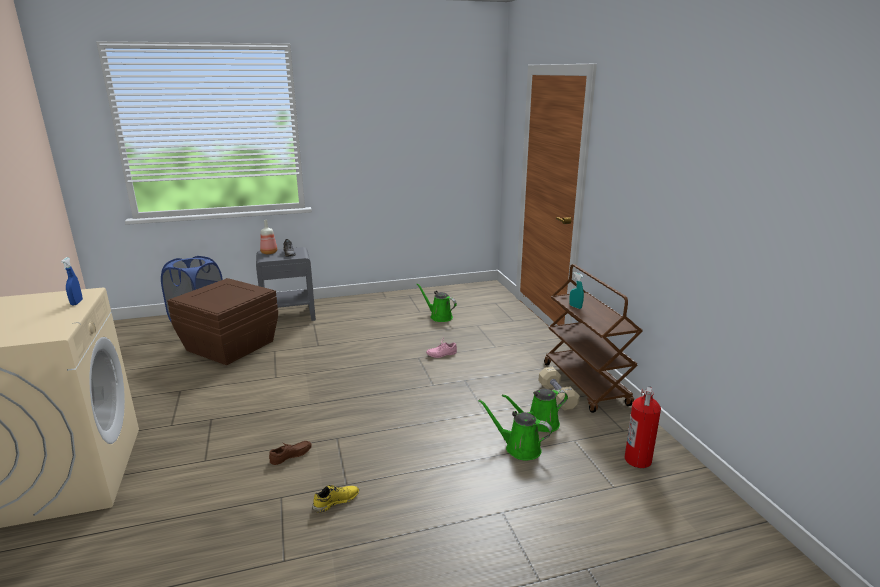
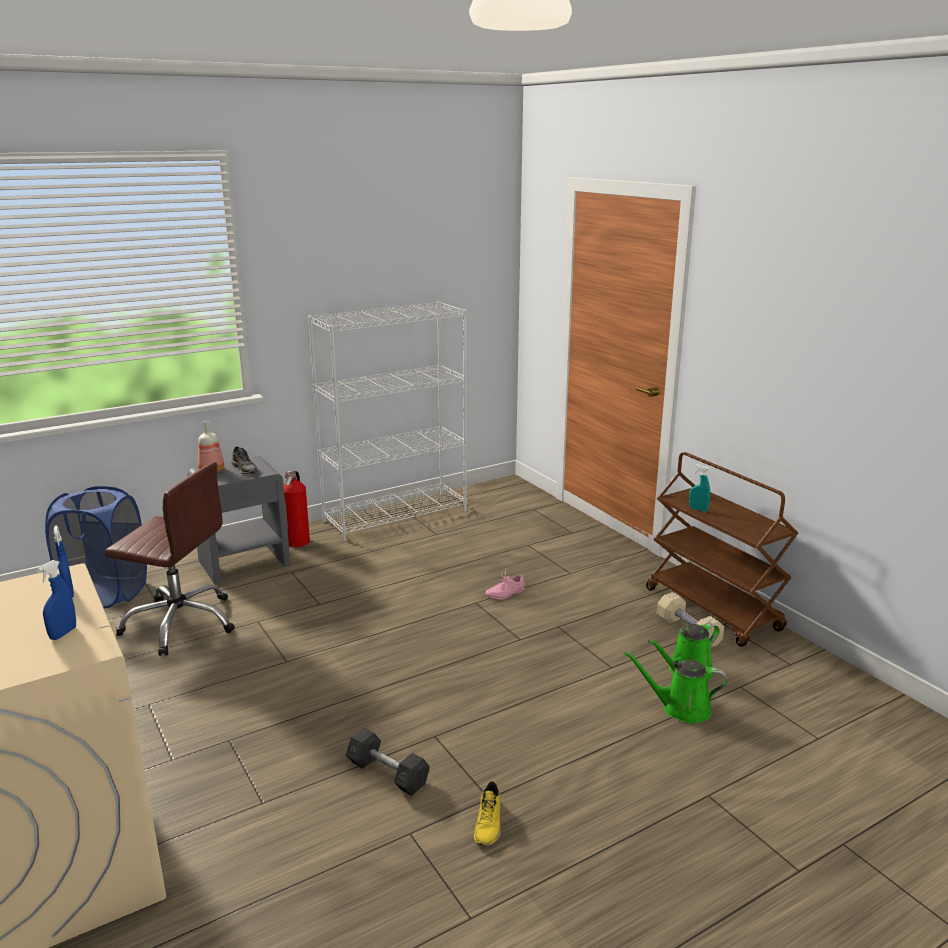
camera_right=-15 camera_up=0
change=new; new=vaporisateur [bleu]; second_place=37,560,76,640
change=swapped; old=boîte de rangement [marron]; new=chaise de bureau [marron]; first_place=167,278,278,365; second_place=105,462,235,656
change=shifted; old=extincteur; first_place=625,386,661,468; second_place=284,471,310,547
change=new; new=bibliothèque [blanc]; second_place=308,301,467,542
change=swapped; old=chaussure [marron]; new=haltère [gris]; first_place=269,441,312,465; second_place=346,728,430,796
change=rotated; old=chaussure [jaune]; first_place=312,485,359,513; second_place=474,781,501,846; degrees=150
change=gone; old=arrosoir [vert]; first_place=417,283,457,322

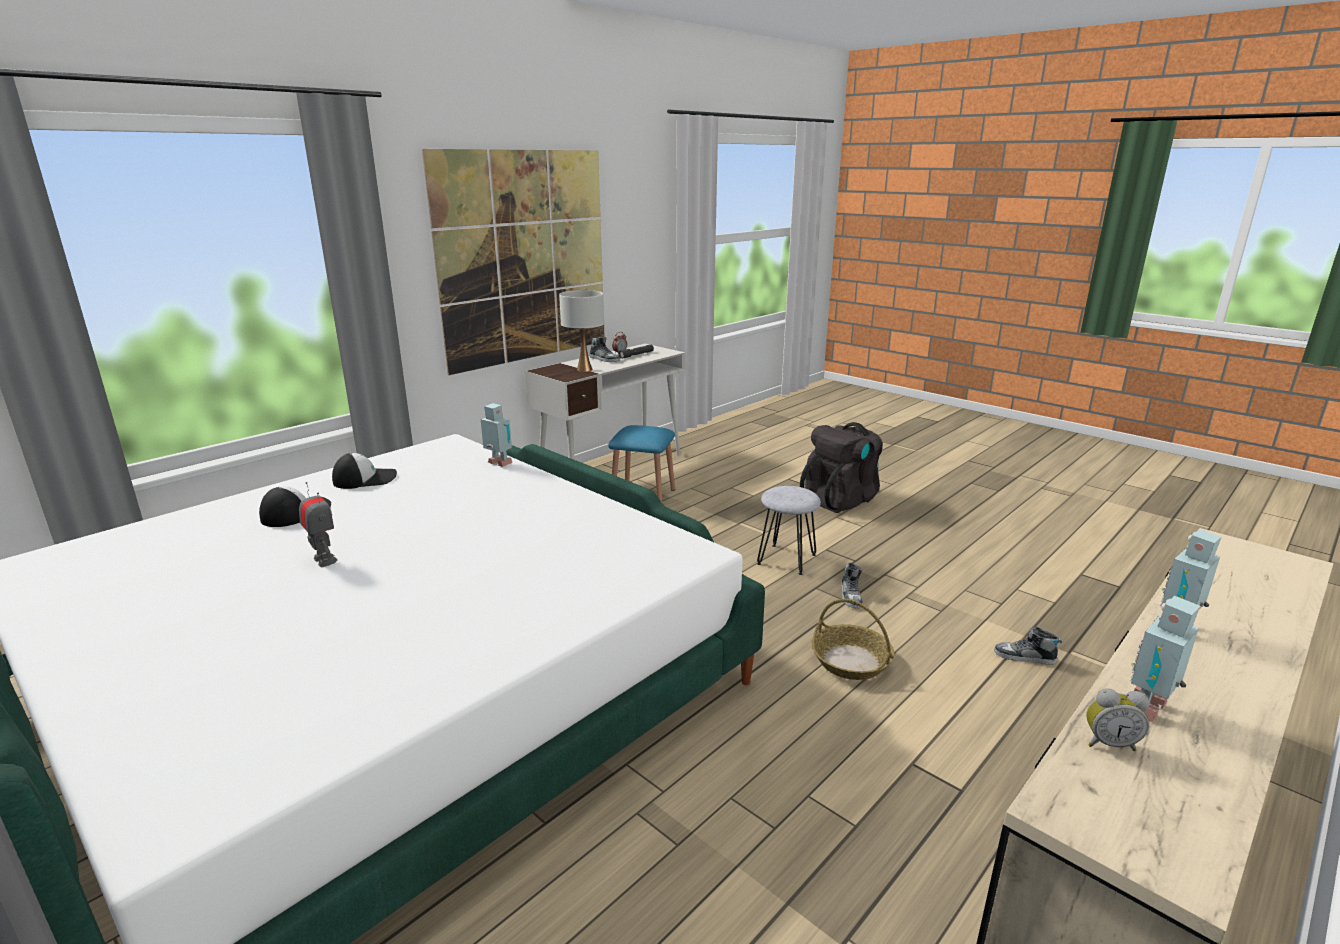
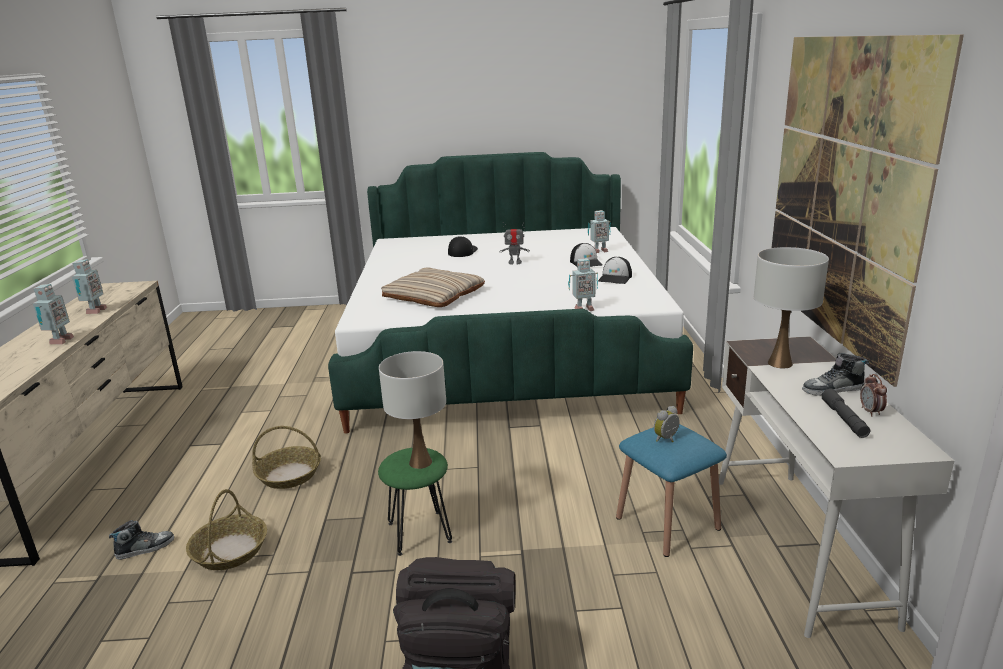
camera_right=135 camera_up=0
change=new; new=panier; second_place=186,489,267,570
change=repainted; old=tabouret [gris]; new=tabouret [vert]; first_place=757,486,821,575; second_place=378,448,452,556
change=new; new=lampe de table [blanc]; second_place=379,351,446,469
change=new; new=coussin [beige]; second_place=381,268,485,307
change=new; new=casquette; second_place=448,236,478,257
change=new; new=robot jouet; second_place=588,210,611,253
change=shifted; old=réveil; first_place=1086,688,1149,751; second_place=654,406,680,442
change=gone; old=chaussure; first_place=841,563,863,608

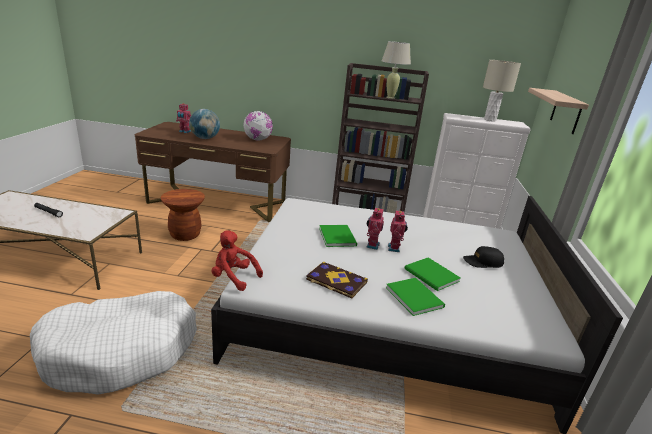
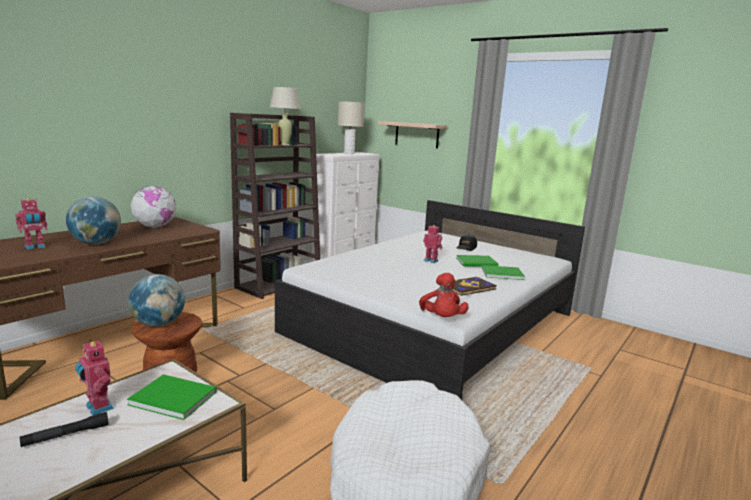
camera_right=-60 camera_up=-10
change=shifted; old=robot jouet; first_place=367,208,384,250; second_place=75,340,114,416
change=shifted; old=livre [vert]; first_place=319,225,357,247; second_place=127,374,217,420
change=new; new=globe; second_place=128,274,185,327
change=rotated; old=peluche [rouge]; first_place=212,230,263,291; second_place=419,273,469,317; degrees=-60

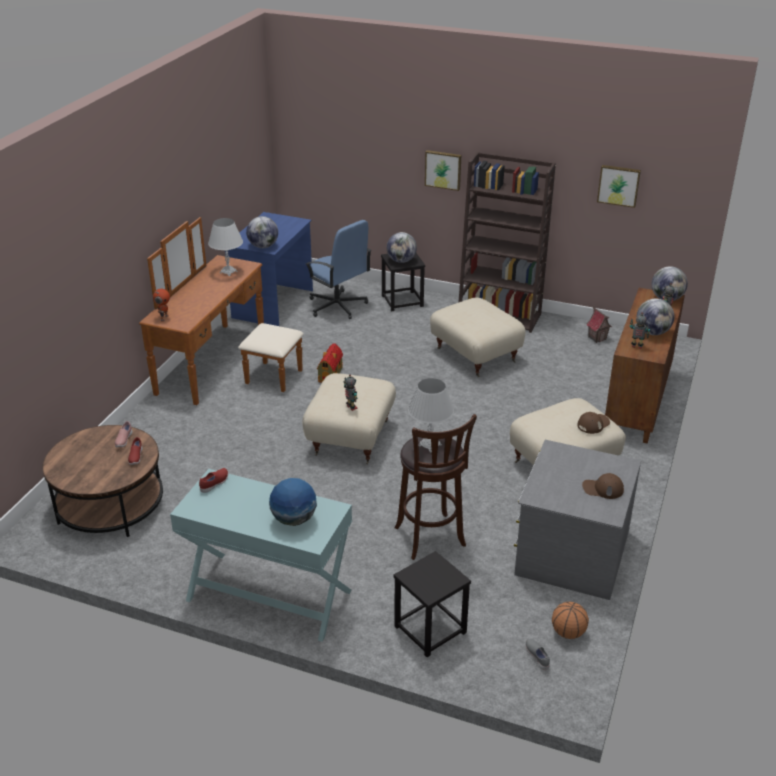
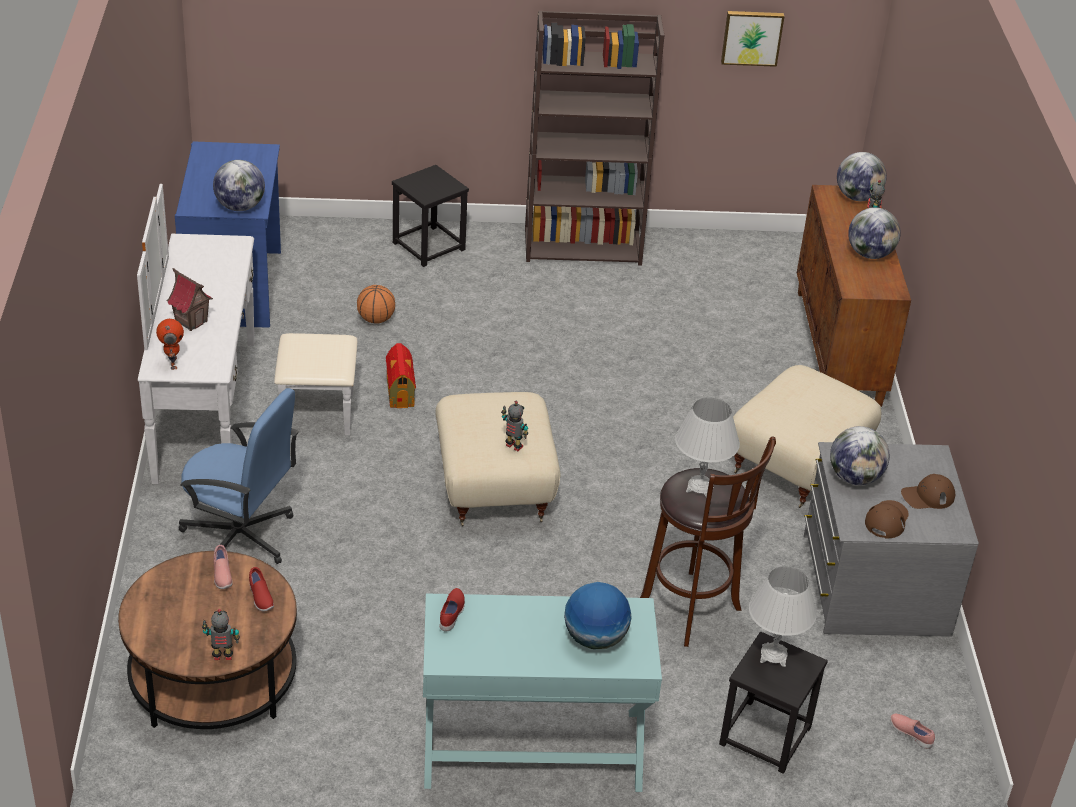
camera_right=-25 camera_up=5
change=repainted; old=commode [marron]; new=commode [blanc]; first_place=139,217,304,405; second_place=137,184,357,484
change=shifted; old=maison miniature; first_place=587,306,612,343; second_place=167,268,213,331
change=shifted; old=chaise de bureau [bleu]; first_place=306,220,372,319; second_place=179,388,299,564
change=shifted; old=robot jouet; first_place=630,312,650,349; second_place=202,609,240,660
change=shifted; old=ballon de basket; first_place=552,602,589,639; second_place=357,285,395,324
change=shifted; old=lampe de table [blanc]; first_place=208,218,243,276; second_place=749,566,816,667
change=shifted; old=globe; first_place=387,232,417,263; second_place=830,426,890,485
change=shifted; old=casquette [marron]; first_place=577,412,610,434; second_place=865,500,909,538
change=repainted; old=chaussure [gris]; new=chaussure [rose]; first_place=526,639,550,670; second_place=890,714,935,749
change=gone; old=tableau; first_place=425,150,461,191
change=gone; old=pouf [beige]; first_place=430,298,525,377

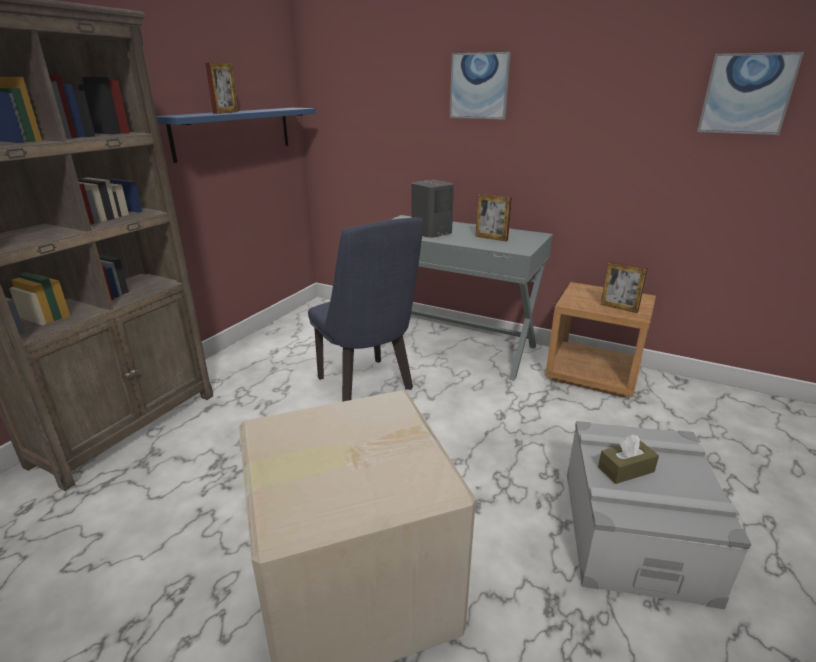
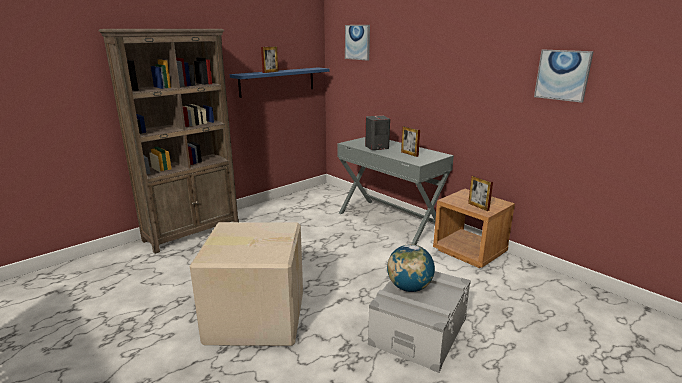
camera_right=20 camera_up=-5
change=shifted; old=tableau; first_place=450,52,511,120; second_place=345,25,370,61
change=swapped; old=boîte à mouchoirs [marron]; new=globe; first_place=598,434,659,484; second_place=387,244,435,292
change=gone; old=chaise [bleu]; first_place=308,217,423,402

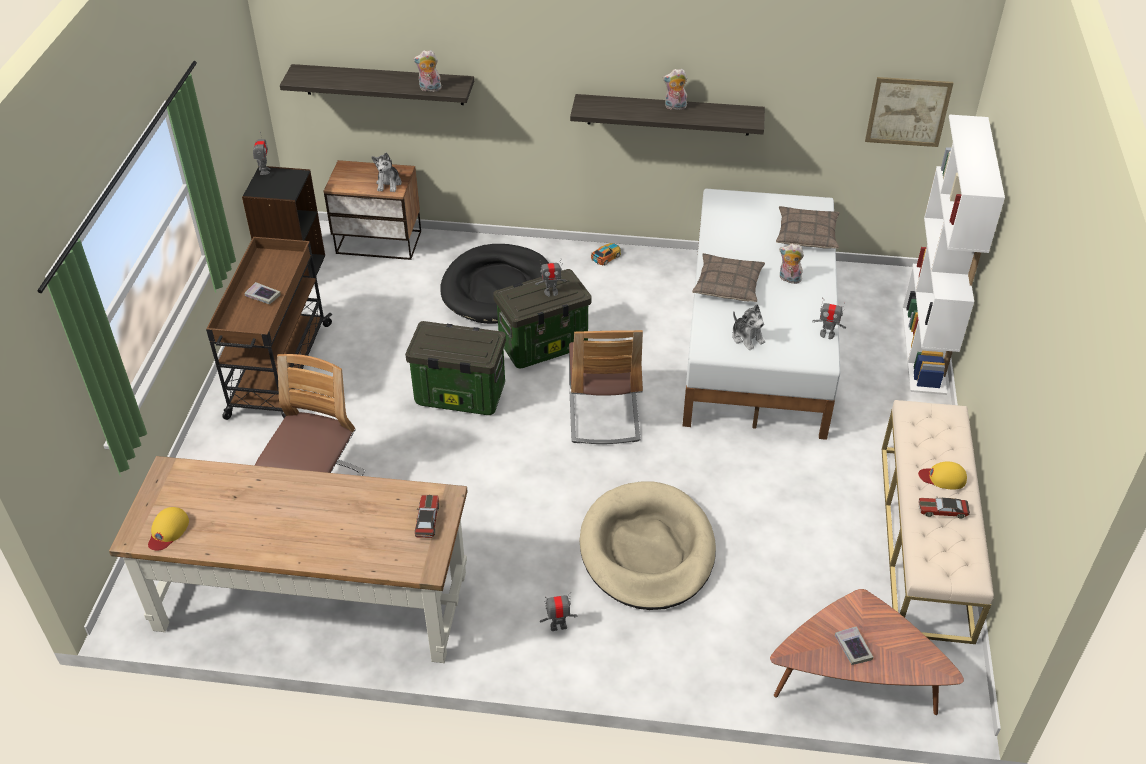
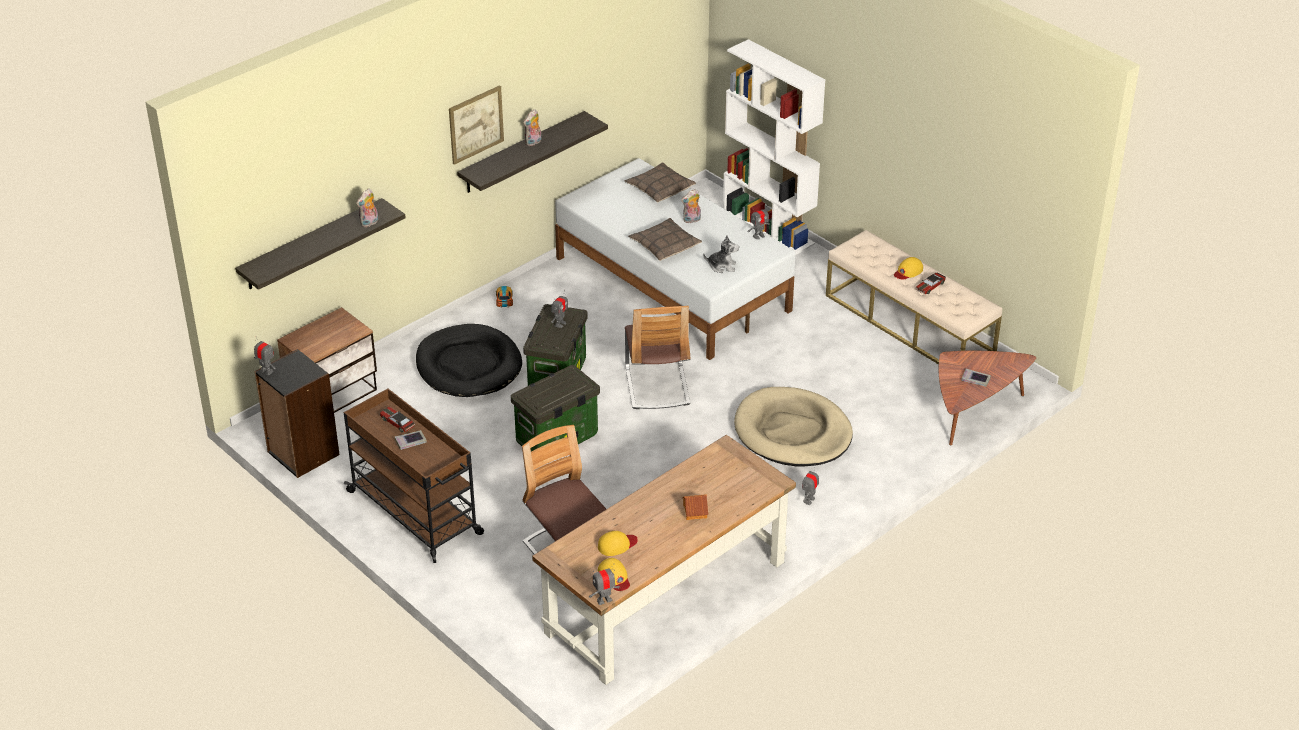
camera_right=-50 camera_up=-5
change=shifted; old=petite voiture; first_place=415,495,439,538; second_place=380,407,415,432
change=shifted; old=tableau; first_place=865,77,953,147; second_place=449,85,504,165
change=new; new=robot jouet; second_place=589,564,620,605
change=new; new=casquette [jaune]; second_place=598,531,638,556
change=rotated; old=chaise; first_place=569,330,643,444; second_place=625,306,691,409; degrees=45
change=new; new=maison miniature; second_place=682,494,708,520
change=gone; old=peluche; first_place=372,153,402,192

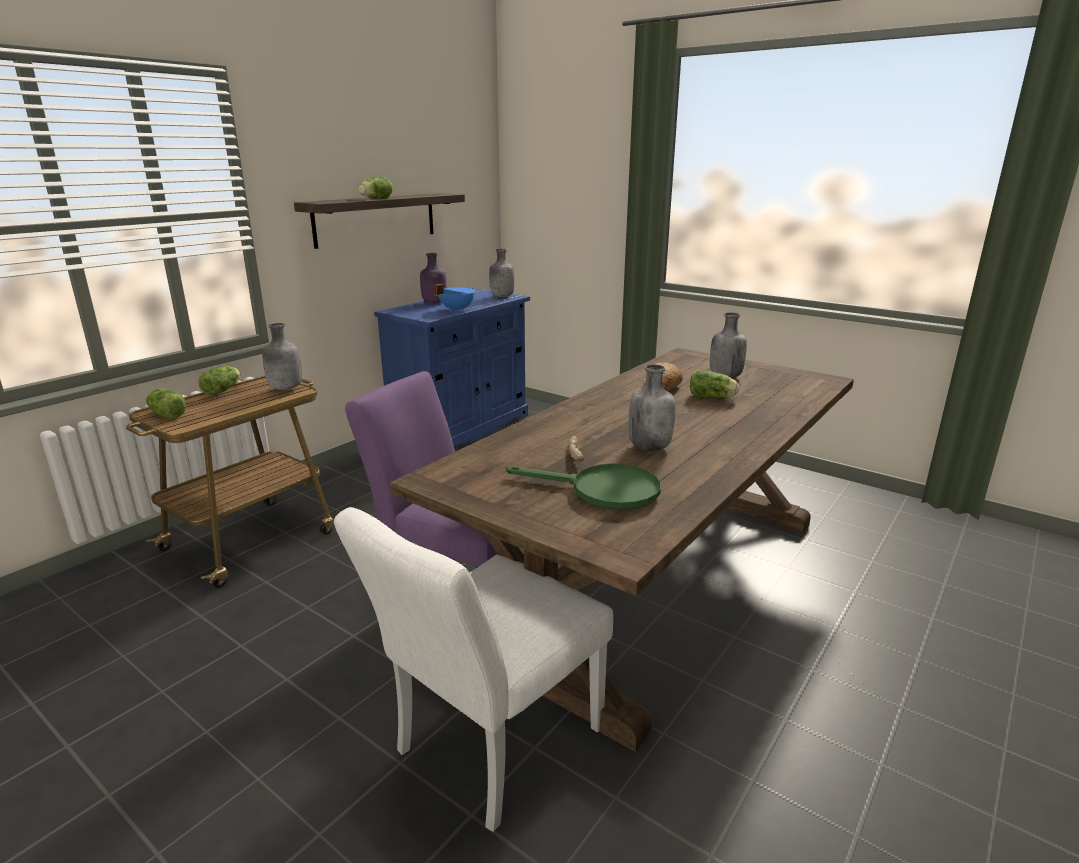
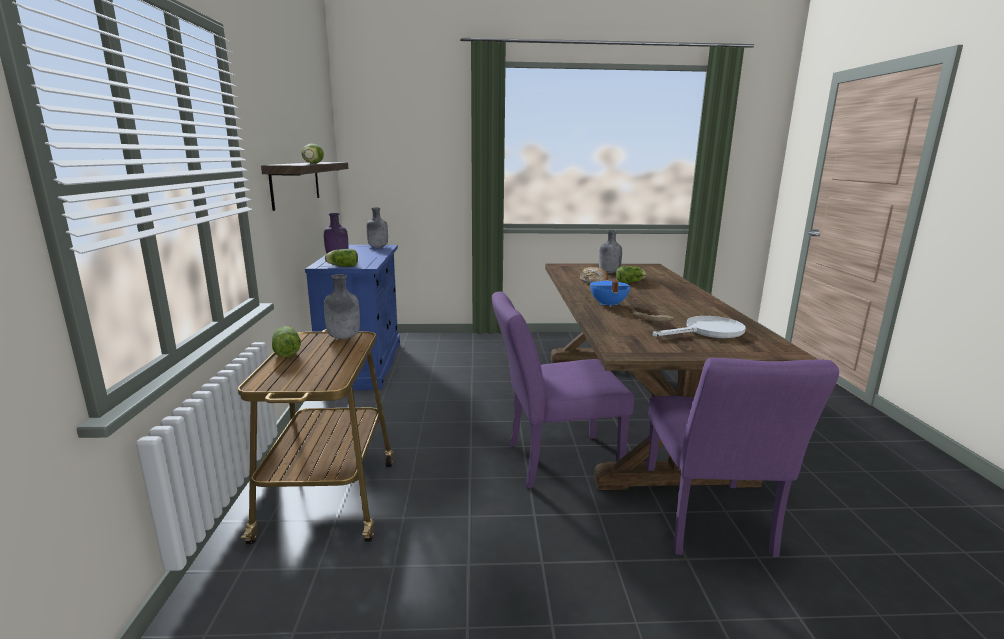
camera_right=-40 camera_up=-5
change=shifted; old=laitue; first_place=146,389,186,419; second_place=325,249,358,267
change=shifted; old=marmite [bleu]; first_place=434,284,475,311; second_place=590,280,630,307
change=repainted; old=chaise [blanc]; new=chaise [violet]; first_place=334,507,613,832; second_place=646,358,839,557
change=repainted; old=poêle [vert]; new=poêle [blanc]; first_place=506,464,661,510; second_place=653,316,746,338
change=gone; old=bouteille [gris]; first_place=629,364,676,451

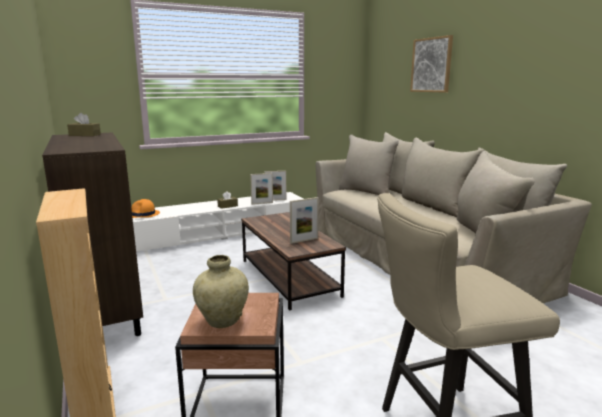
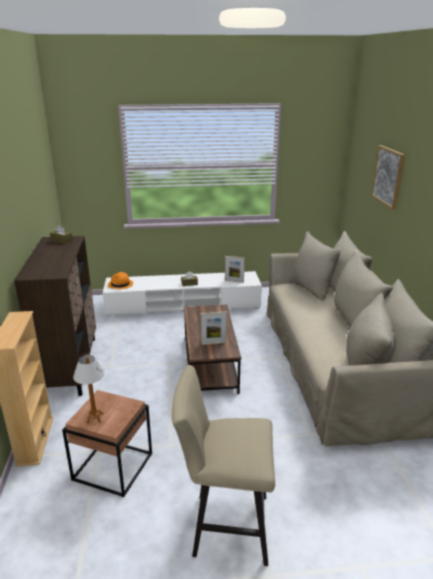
camera_right=20 camera_up=10
change=swapped; old=vase [beige]; new=lampe de table; first_place=193,255,249,328; second_place=73,355,104,423
change=gone; old=cadre photo; first_place=250,173,273,205

